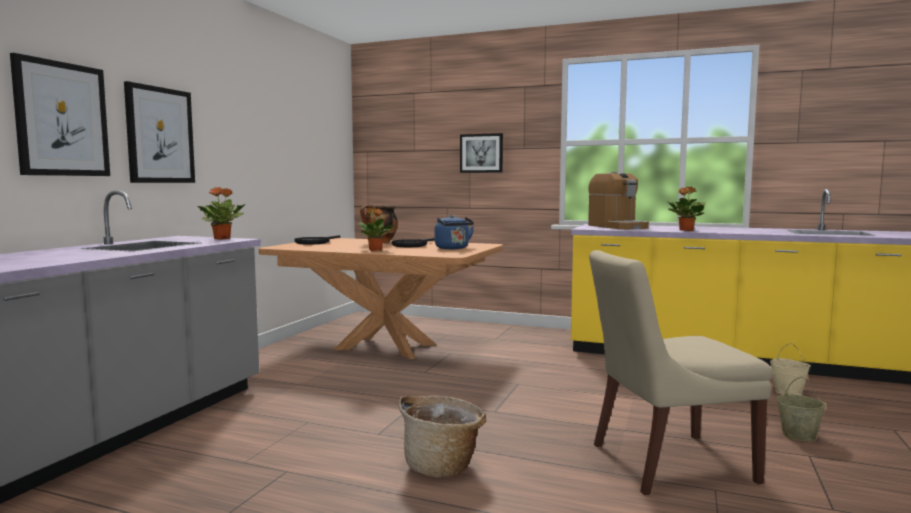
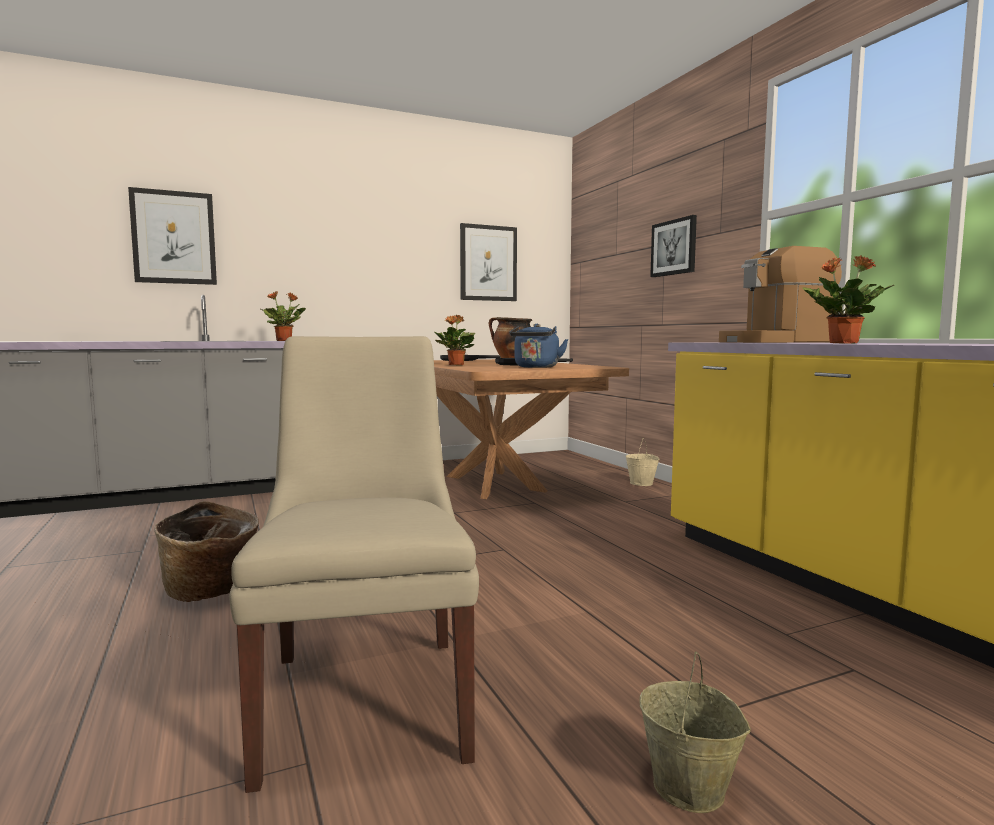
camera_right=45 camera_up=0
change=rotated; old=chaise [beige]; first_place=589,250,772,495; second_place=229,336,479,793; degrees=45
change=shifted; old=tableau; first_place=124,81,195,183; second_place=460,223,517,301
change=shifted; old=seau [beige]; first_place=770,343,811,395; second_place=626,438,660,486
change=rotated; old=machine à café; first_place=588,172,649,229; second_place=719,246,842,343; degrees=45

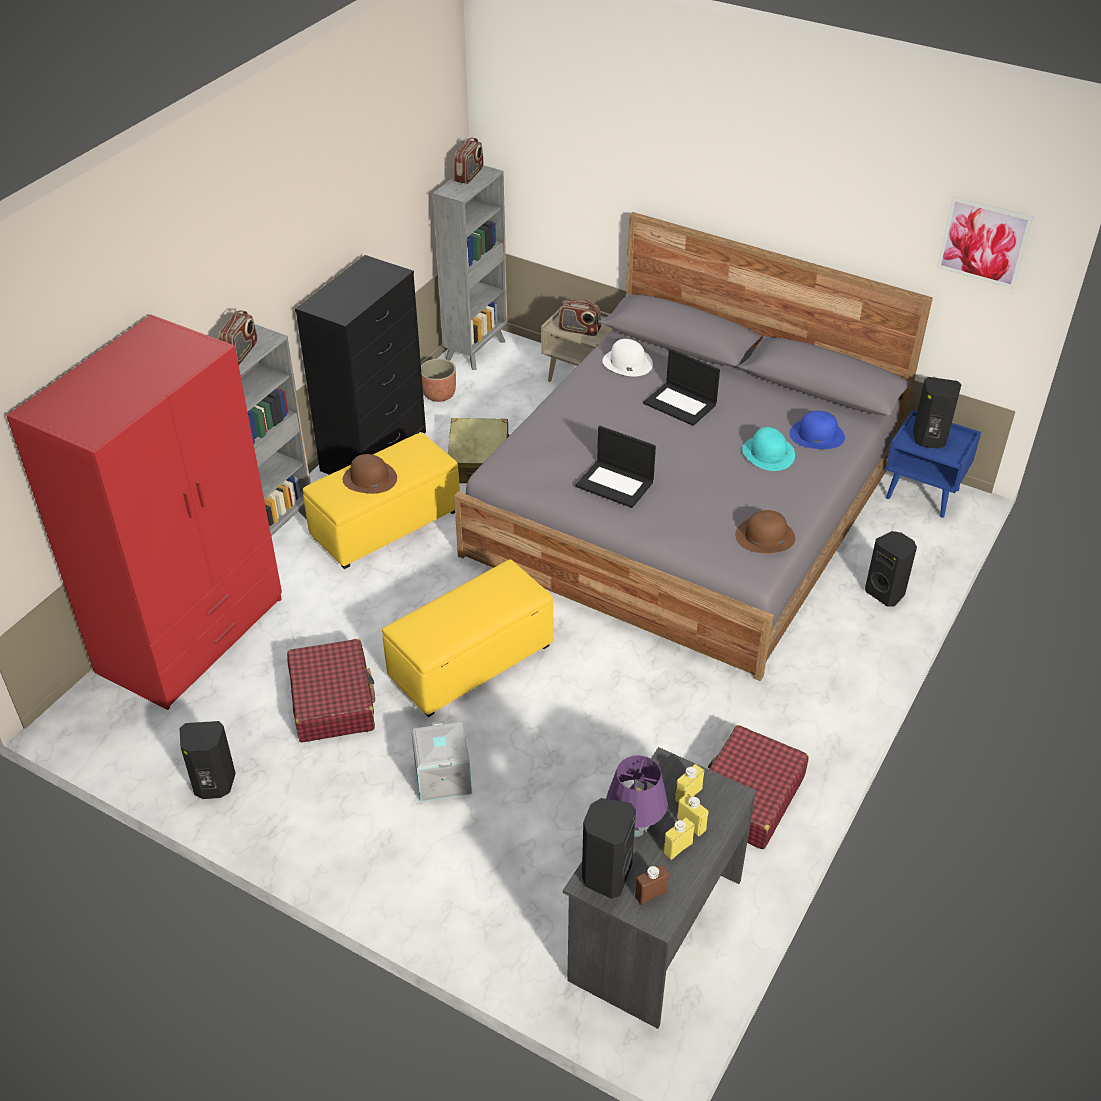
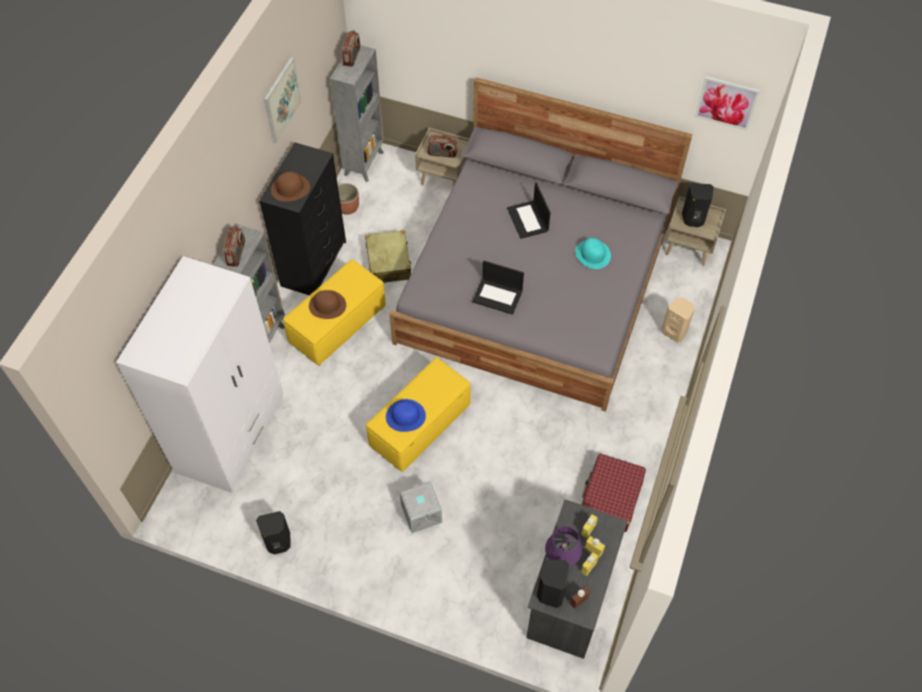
camera_right=-10 camera_up=15
change=repainted; old=armoire [rouge]; new=armoire [blanc]; first_place=6,315,282,710; second_place=116,256,283,493
change=new; new=tableau; second_place=264,57,302,143
change=shifted; old=chapeau [marron]; first_place=735,510,795,553; second_place=271,172,310,202
change=shifted; old=chapeau [bleu]; first_place=789,411,845,449; second_place=386,399,426,432
change=rotated; old=ordinateur portable; first_place=643,349,720,426; second_place=507,182,551,239; degrees=45
change=repainted; old=enceinte [noir]; new=enceinte [beige]; first_place=865,531,917,607; second_place=661,298,695,343
change=repainted; old=table de chevet [bleu]; new=table de chevet [beige]; first_place=886,410,981,518; second_place=665,196,726,266
change=gone; old=valise [rouge]; first_place=287,639,375,742
change=gone; old=chapeau [blanc]; first_place=603,339,653,376

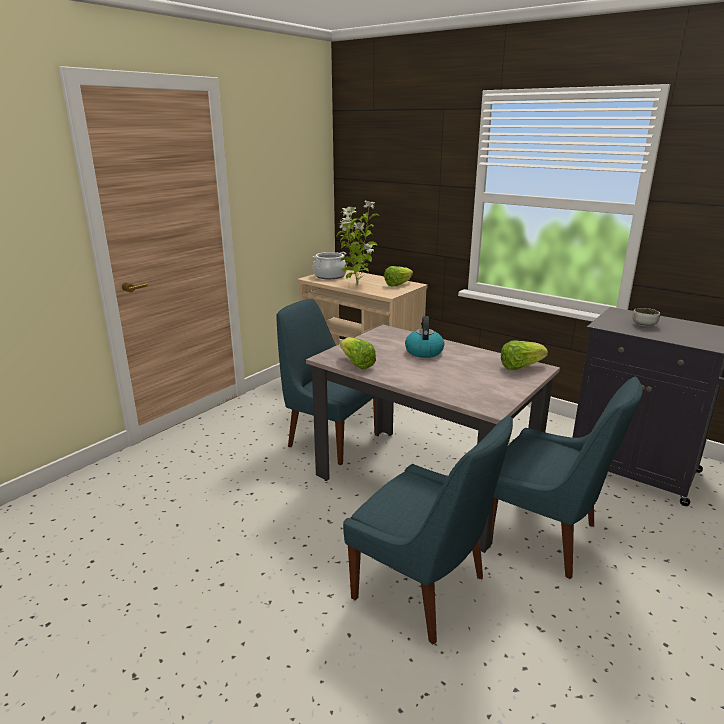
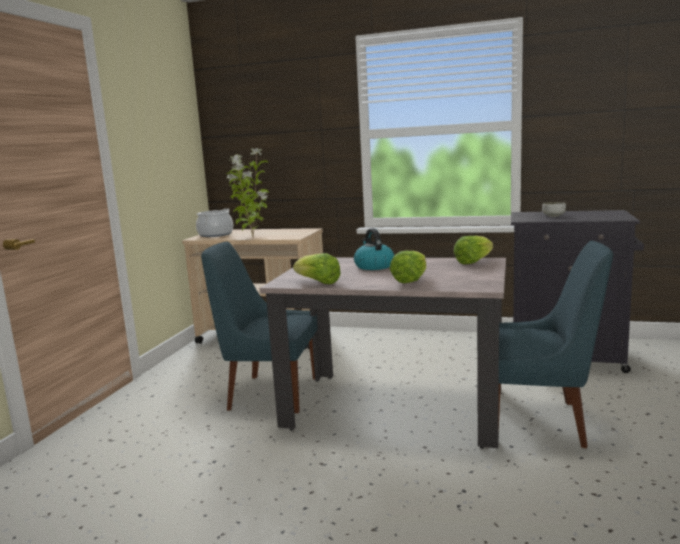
camera_right=-20 camera_up=-10
change=shifted; old=laitue; first_place=384,266,413,286; second_place=390,251,426,283
change=gone; old=chaise [bleu]; first_place=343,416,513,645

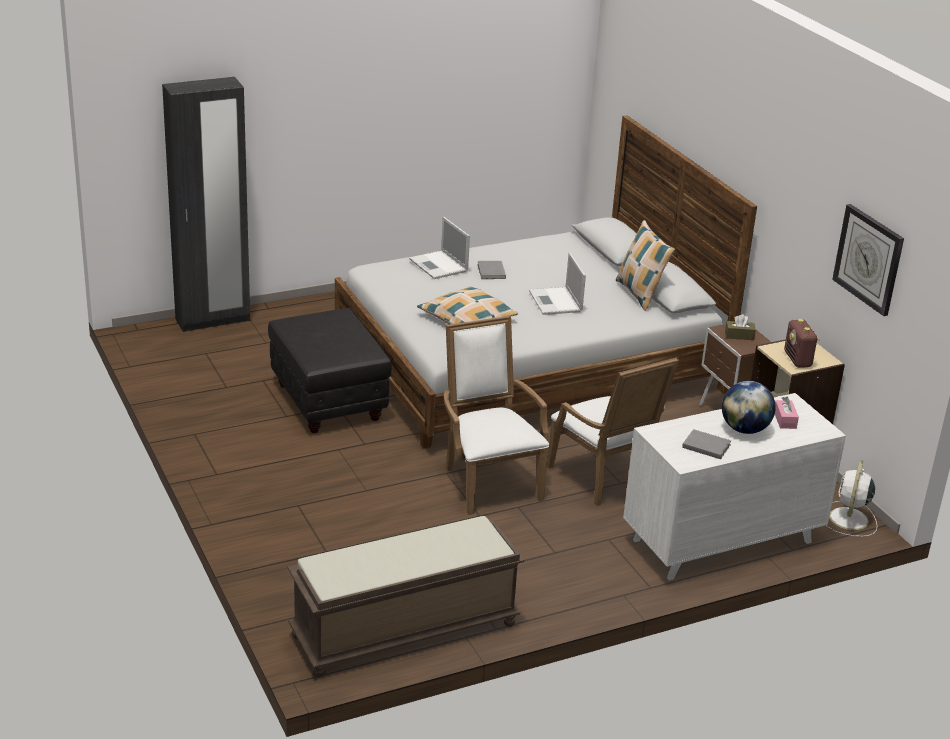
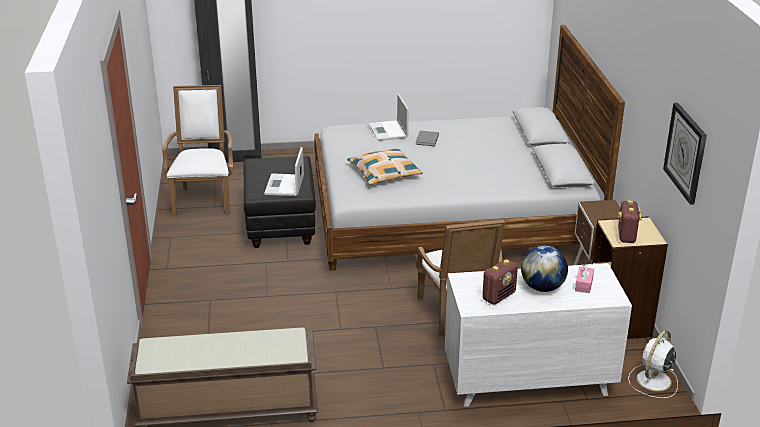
camera_right=20 camera_up=0
change=shifted; old=fauteuil [blanc]; first_place=444,316,549,515; second_place=162,85,233,216
change=shifted; old=ordinateur portable; first_place=529,253,586,315; second_place=264,147,304,196
change=swapped; old=livre [gris]; new=radio; first_place=682,429,731,459; second_place=482,259,518,305
change=gone; old=coussin; first_place=616,220,675,311
change=gone; old=boîte à mouchoirs [marron]; first_place=725,314,756,340

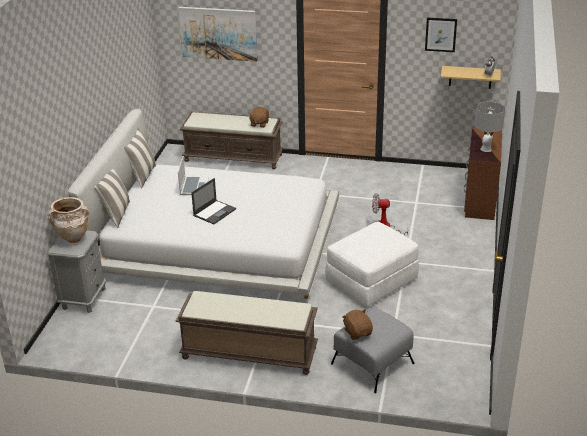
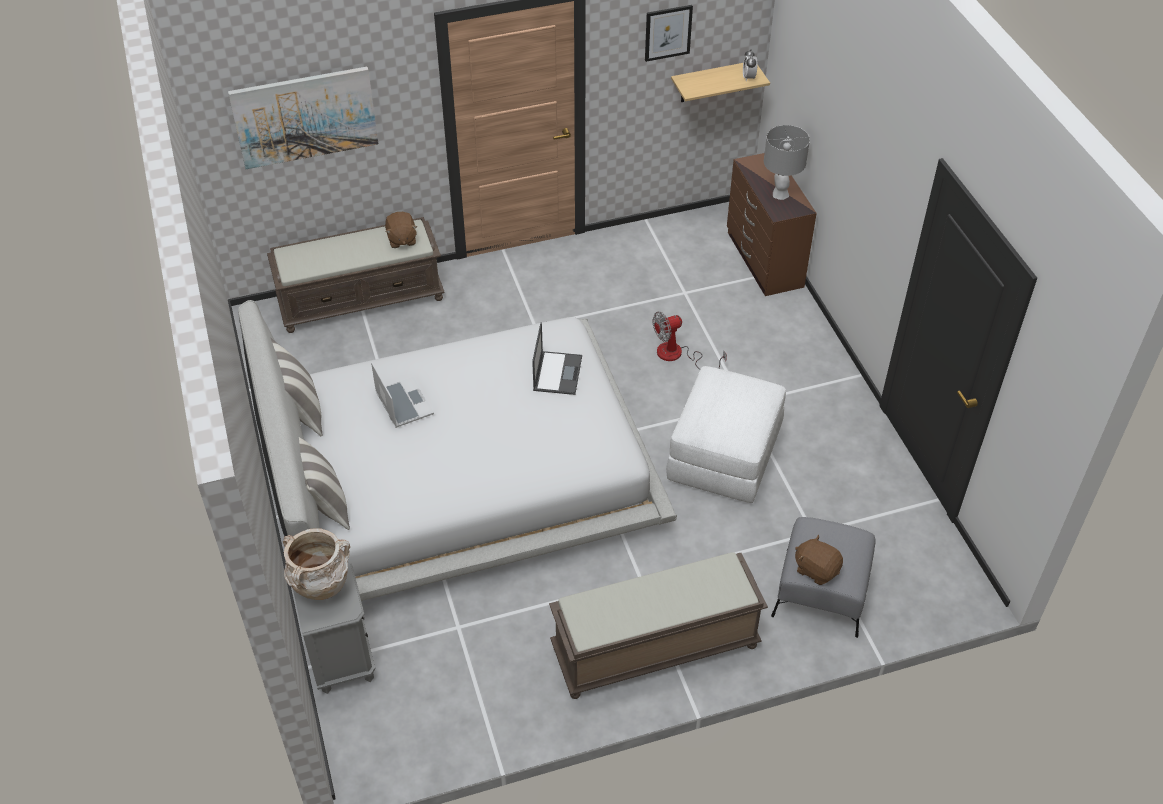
camera_right=-30 camera_up=15
change=shifted; old=ordinateur portable; first_place=191,178,236,224; second_place=532,322,582,395

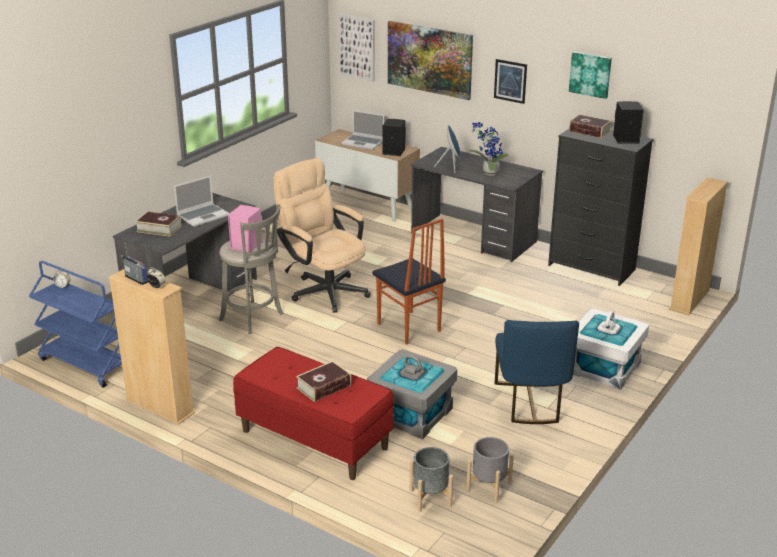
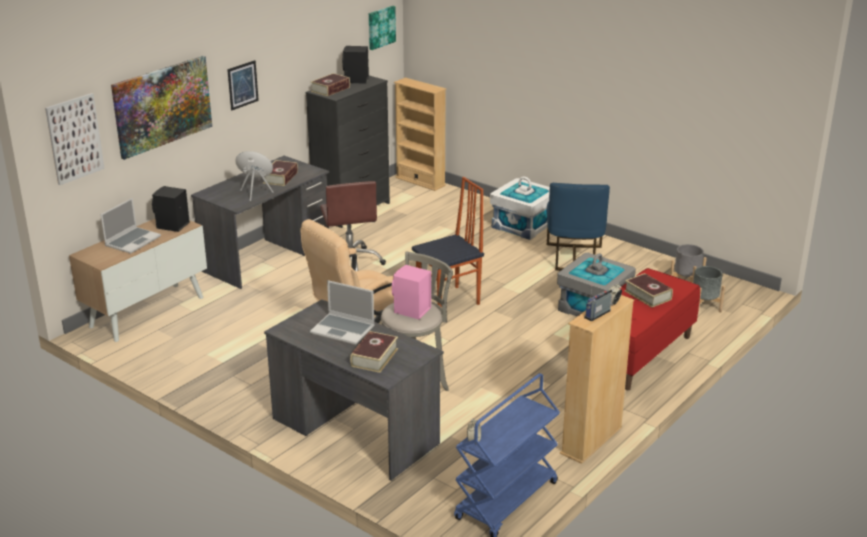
camera_right=-85 camera_up=0
change=swapped; old=plante en pot; new=livre; first_place=468,122,509,176; second_place=263,160,298,186
change=rotated; old=ordinateur portable; first_place=174,175,229,227; second_place=310,280,375,345; degrees=150
change=new; new=chaise de bureau [marron]; second_place=320,181,386,271
change=shifted; old=tableau; first_place=569,52,612,99; second_place=369,6,396,50
change=rotated; old=chaise [bleu]; first_place=495,320,579,424; second_place=547,183,610,271; degrees=90

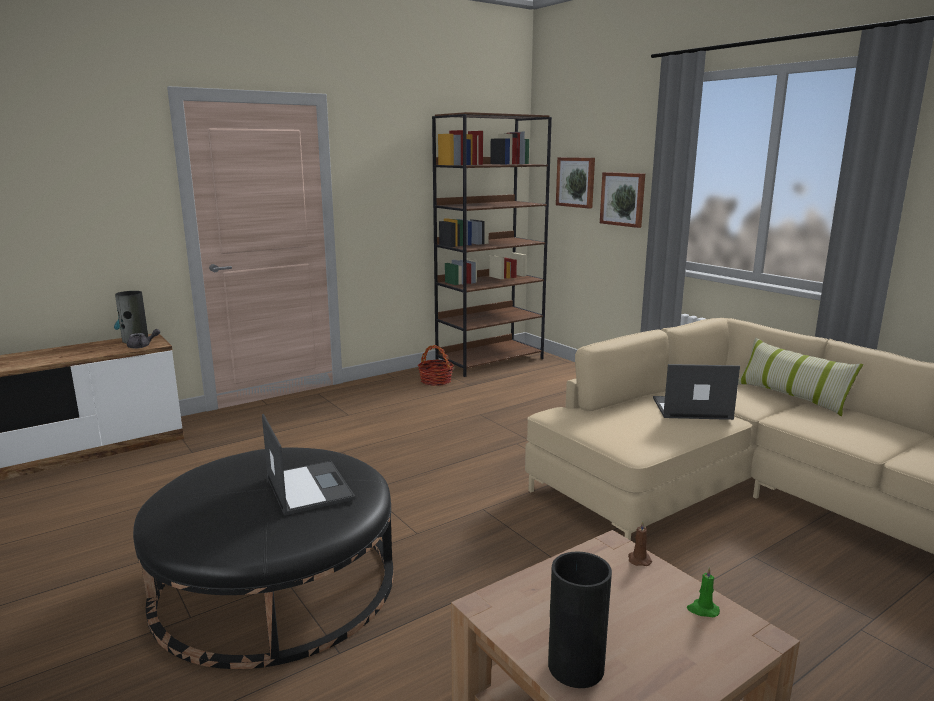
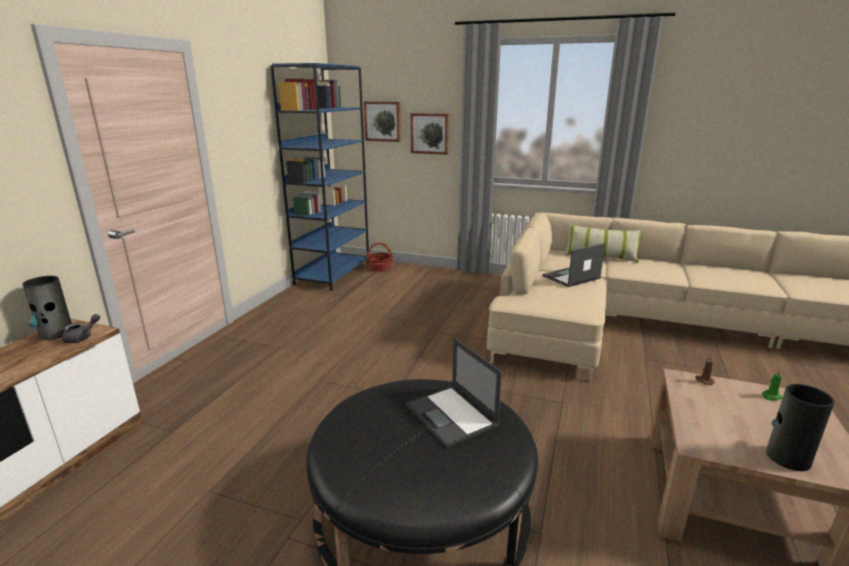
camera_right=-35 camera_up=5
change=repainted; old=bibliothèque [marron]; new=bibliothèque [bleu]; first_place=432,112,552,377; second_place=270,63,369,291
change=shifted; old=panier; first_place=418,345,454,386; second_place=366,242,393,272
change=rotated; old=ordinateur portable; first_place=262,414,355,516; second_place=406,338,502,448; degrees=-150

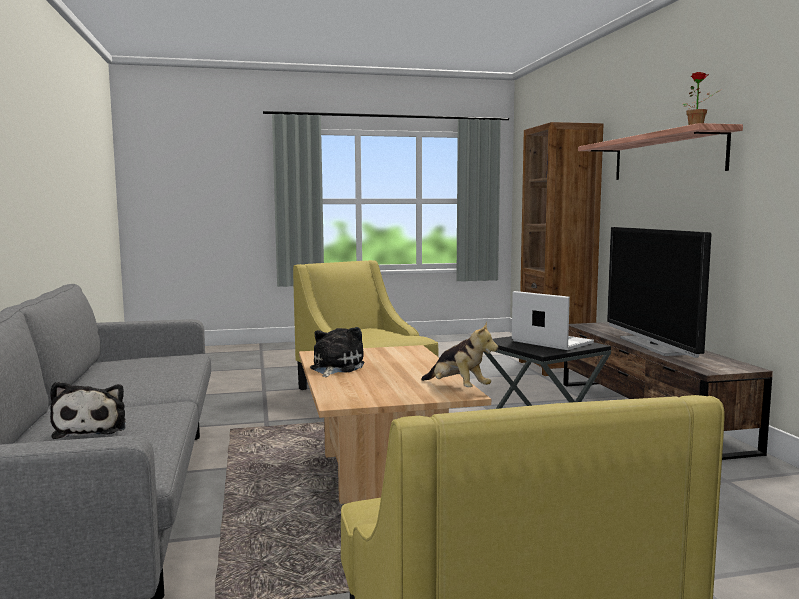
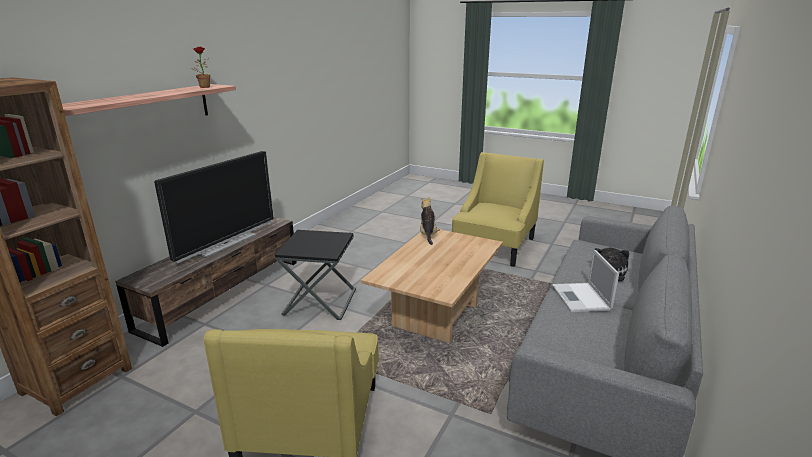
camera_right=-140 camera_up=15
change=shifted; old=ordinateur portable; first_place=512,291,594,350; second_place=552,249,619,312
change=gone; old=peluche; first_place=310,327,364,377

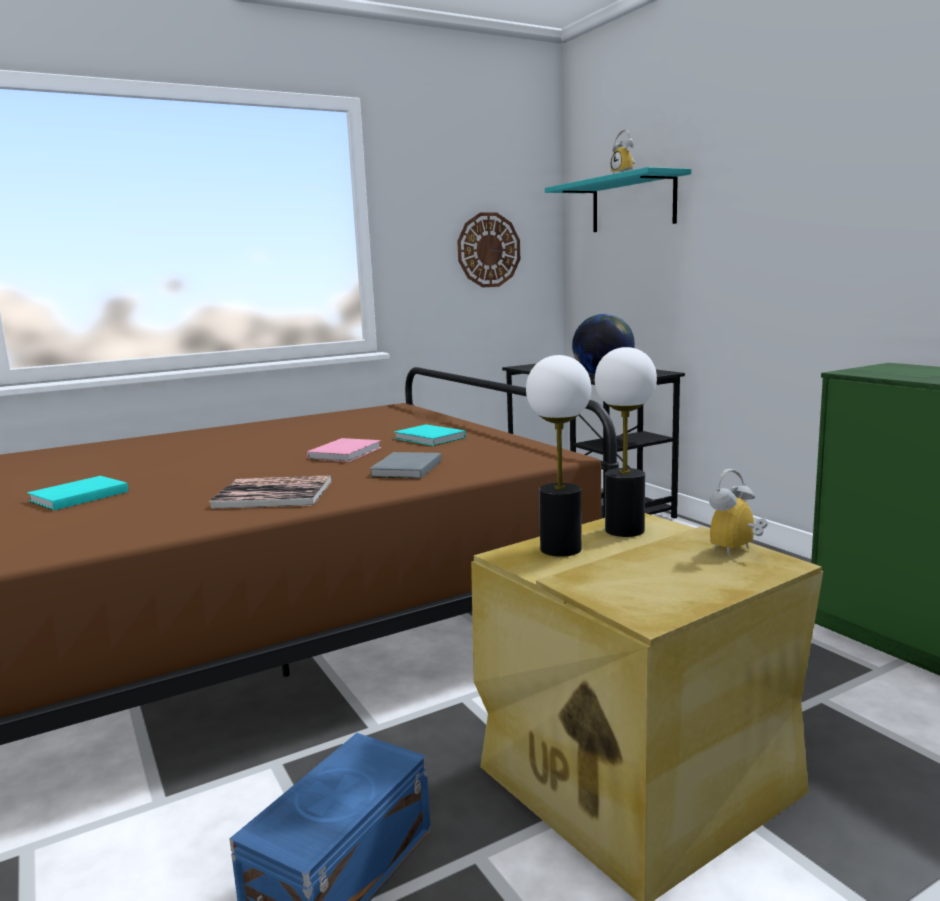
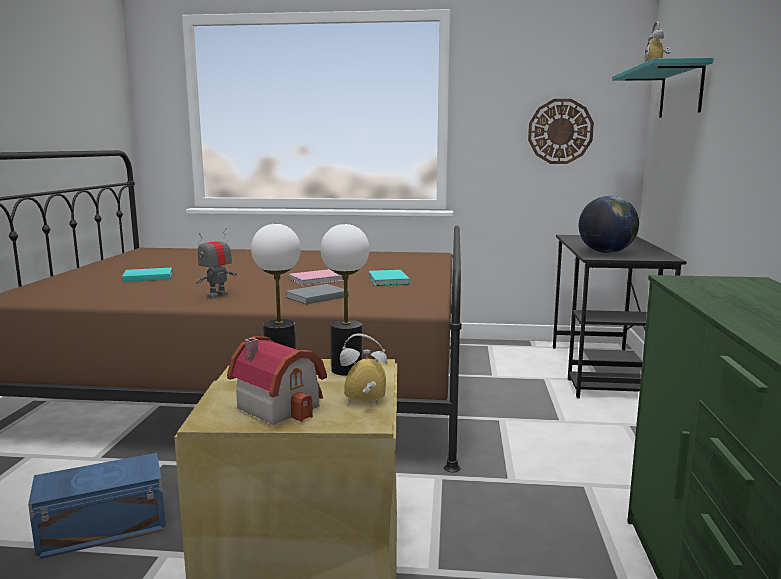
camera_right=35 camera_up=0
change=swapped; old=livre; new=robot jouet; first_place=208,475,332,509; second_place=196,228,237,299
change=new; new=maison miniature; second_place=227,336,327,425

